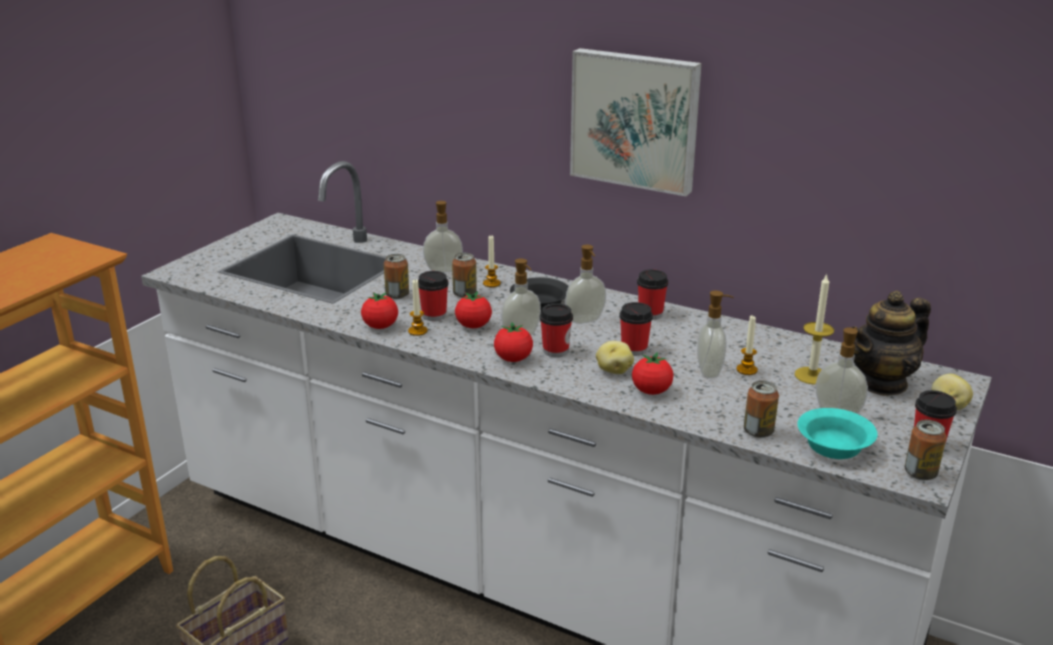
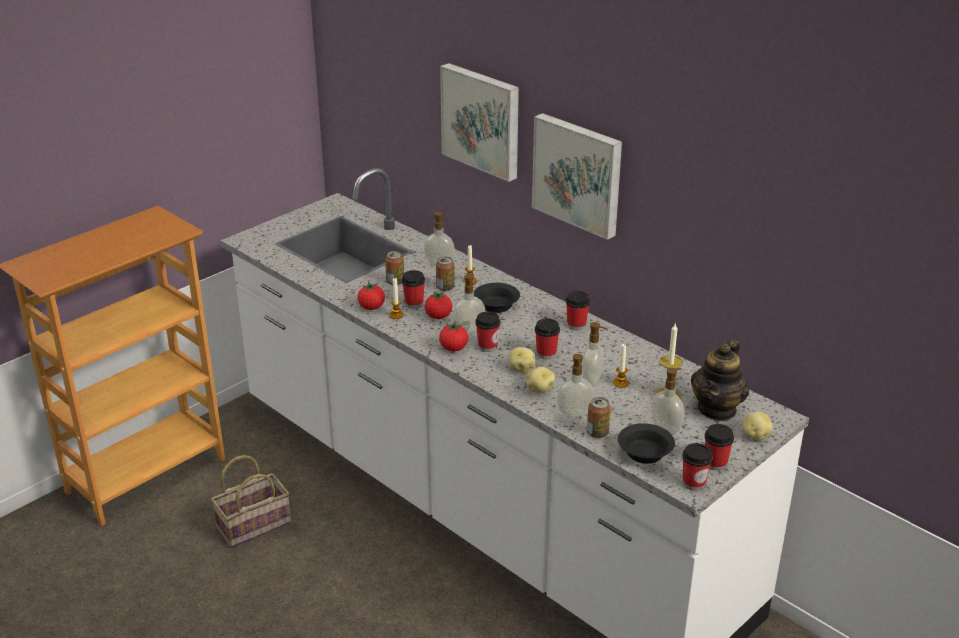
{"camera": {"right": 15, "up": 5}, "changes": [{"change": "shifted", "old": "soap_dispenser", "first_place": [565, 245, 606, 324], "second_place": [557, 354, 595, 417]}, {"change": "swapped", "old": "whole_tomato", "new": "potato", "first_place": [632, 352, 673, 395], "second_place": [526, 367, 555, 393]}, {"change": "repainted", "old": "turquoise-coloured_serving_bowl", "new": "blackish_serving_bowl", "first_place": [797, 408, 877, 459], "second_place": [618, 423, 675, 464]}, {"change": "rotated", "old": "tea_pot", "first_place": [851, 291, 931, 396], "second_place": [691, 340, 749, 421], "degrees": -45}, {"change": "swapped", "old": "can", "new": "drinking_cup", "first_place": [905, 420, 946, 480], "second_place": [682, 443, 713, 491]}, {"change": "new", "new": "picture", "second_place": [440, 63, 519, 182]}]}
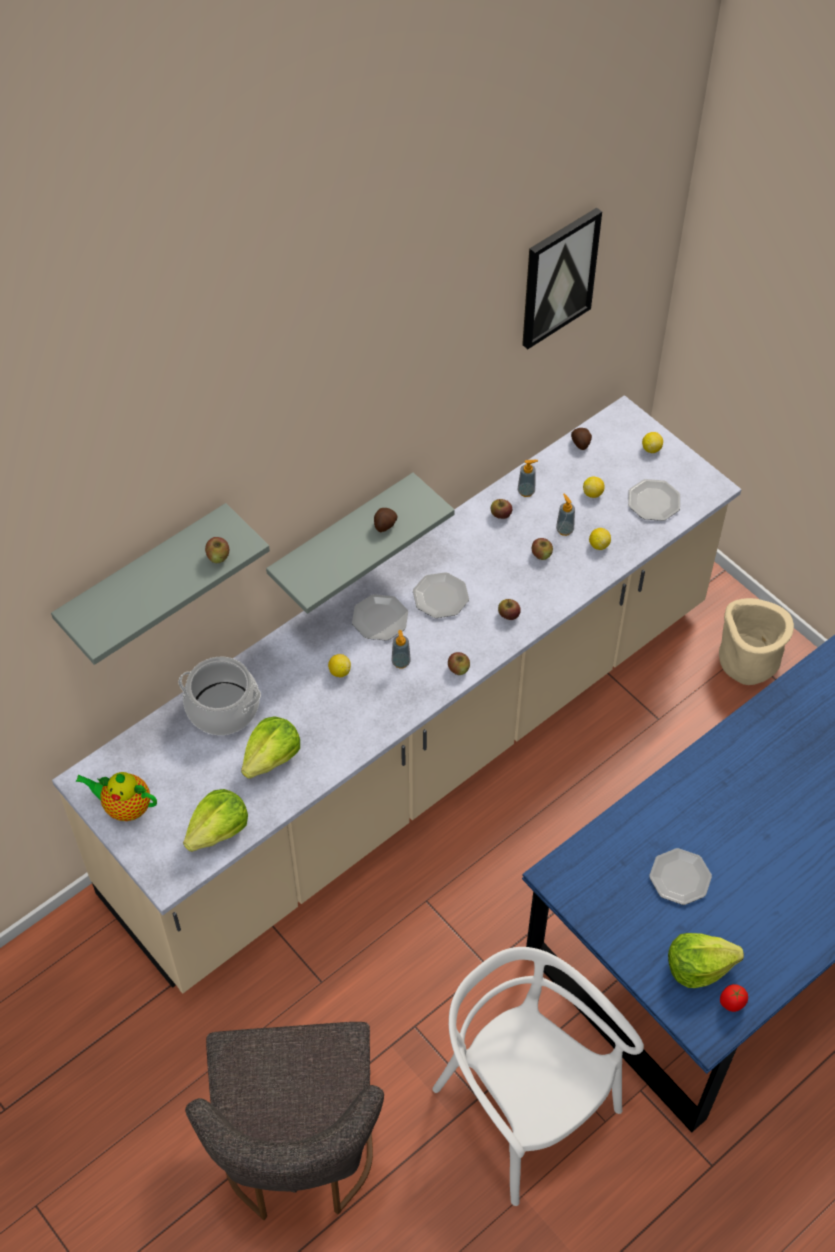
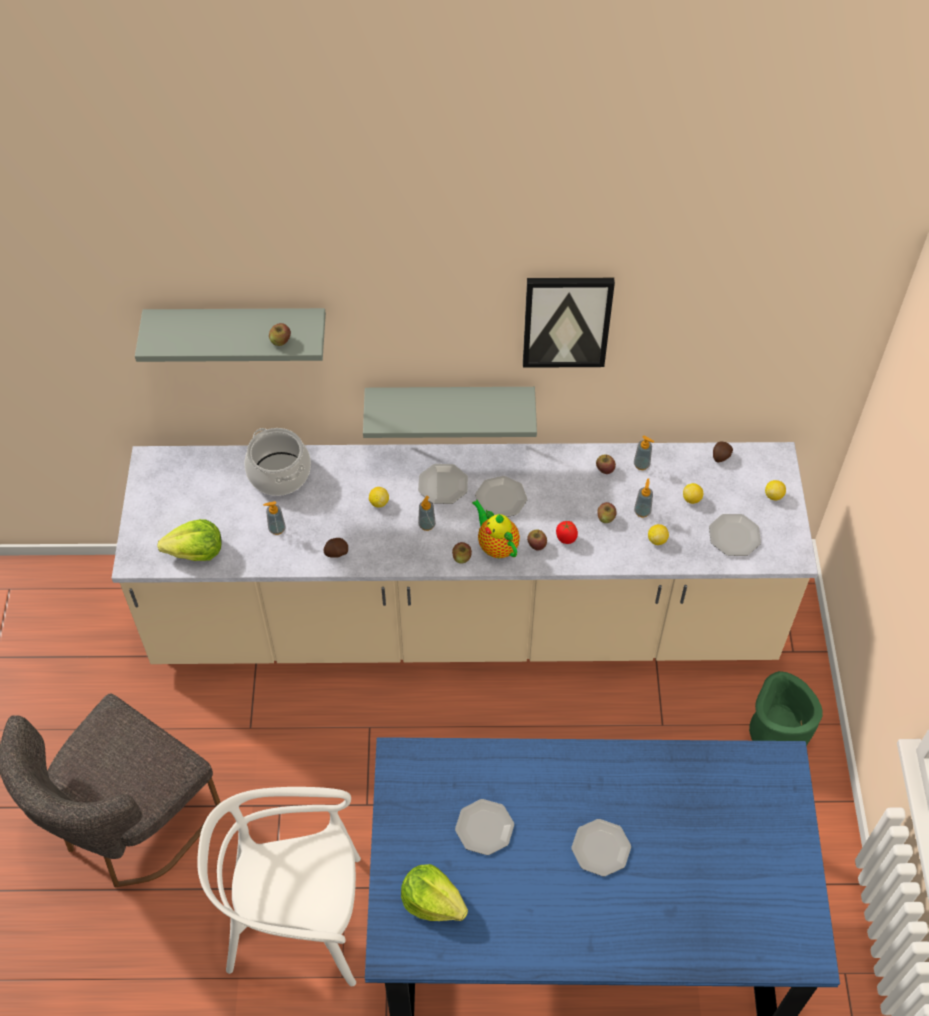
{"camera": {"right": 40, "up": 0}, "changes": [{"change": "shifted", "old": "tea_pot", "first_place": [75, 772, 157, 821], "second_place": [472, 500, 520, 558]}, {"change": "swapped", "old": "lettuce_head", "new": "soap_dispenser", "first_place": [241, 716, 300, 779], "second_place": [263, 501, 286, 535]}, {"change": "shifted", "old": "potato", "first_place": [374, 508, 398, 532], "second_place": [323, 538, 348, 558]}, {"change": "rotated", "old": "white_chair", "first_place": [433, 947, 644, 1206], "second_place": [197, 787, 361, 986], "degrees": -90}, {"change": "shifted", "old": "picture", "first_place": [522, 207, 602, 349], "second_place": [523, 278, 615, 368]}, {"change": "repainted", "old": "beige-coloured_planter", "new": "green_planter", "first_place": [719, 598, 794, 685], "second_place": [749, 671, 823, 746]}, {"change": "shifted", "old": "whole_tomato", "first_place": [720, 984, 748, 1012], "second_place": [556, 521, 578, 544]}, {"change": "new", "new": "plate", "second_place": [571, 819, 631, 876]}]}
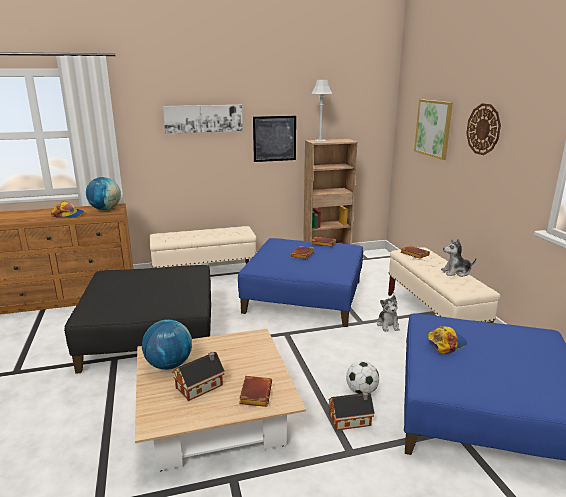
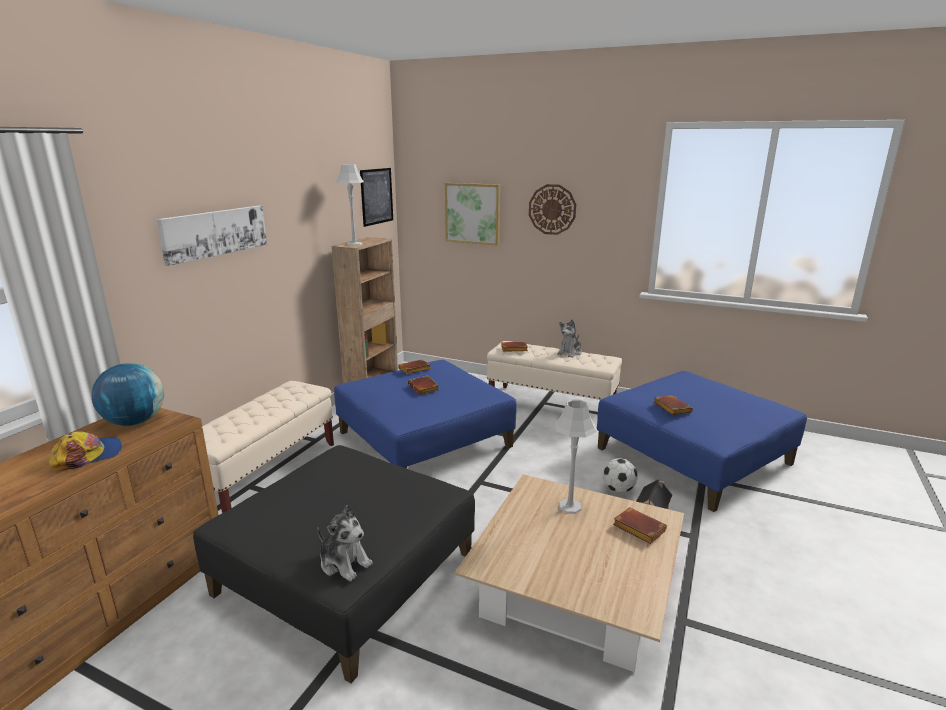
{"camera": {"right": -50, "up": 0}, "changes": [{"change": "gone", "old": "world_globe", "first_place": [142, 320, 192, 370]}, {"change": "gone", "old": "model_house", "first_place": [173, 352, 225, 401]}, {"change": "shifted", "old": "picture", "first_place": [253, 116, 296, 162], "second_place": [360, 168, 393, 227]}, {"change": "shifted", "old": "cuddly_toy", "first_place": [377, 295, 400, 332], "second_place": [317, 505, 373, 581]}, {"change": "swapped", "old": "baseball_cap", "new": "brown_book", "first_place": [428, 326, 467, 354], "second_place": [654, 395, 693, 415]}, {"change": "new", "new": "gray_lamp_for_a_table", "second_place": [555, 399, 597, 514]}]}
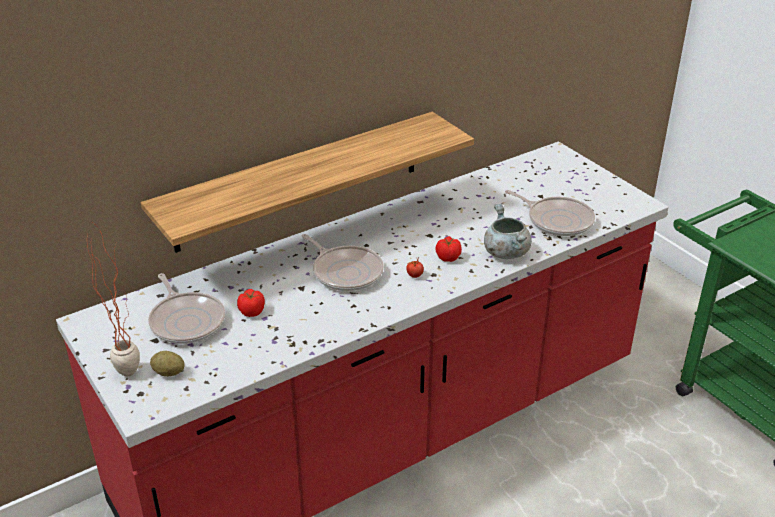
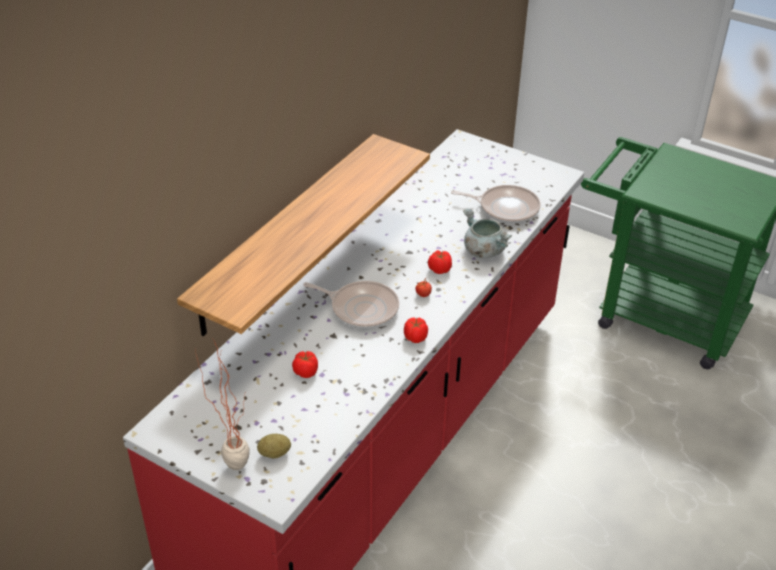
{"camera": {"right": -25, "up": 5}, "changes": [{"change": "gone", "old": "skillet", "first_place": [148, 273, 225, 344]}, {"change": "new", "new": "whole_tomato", "second_place": [404, 317, 428, 343]}]}
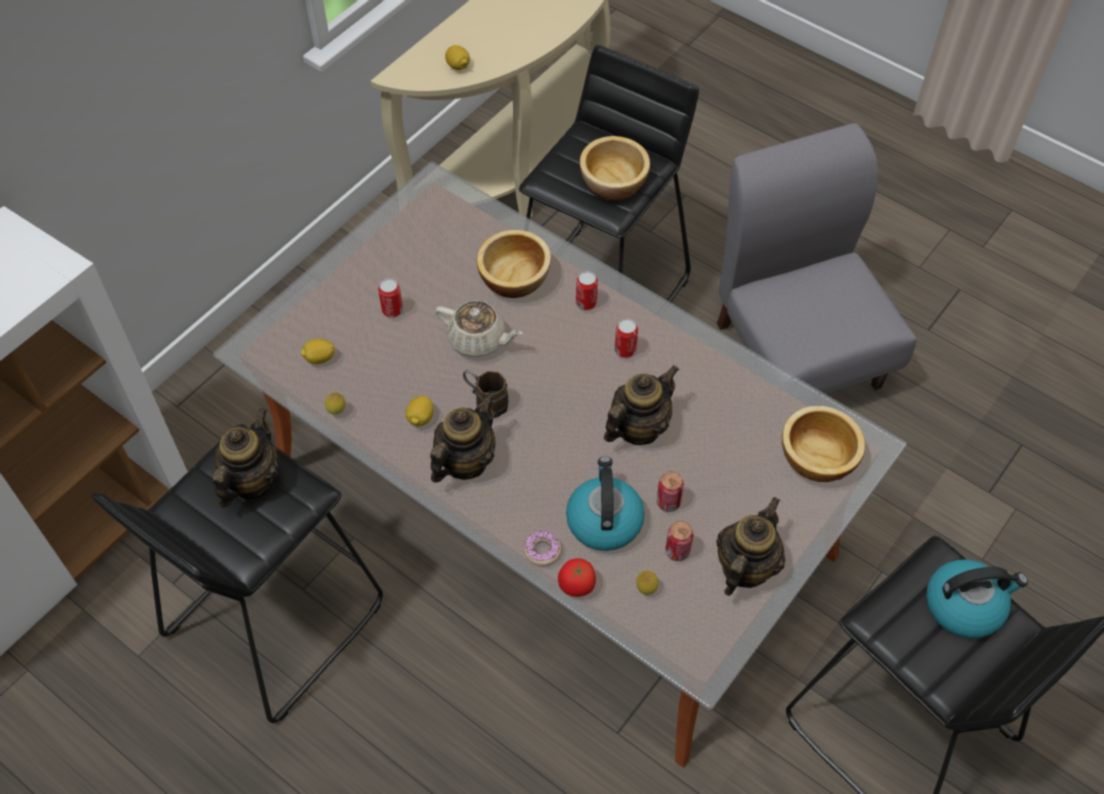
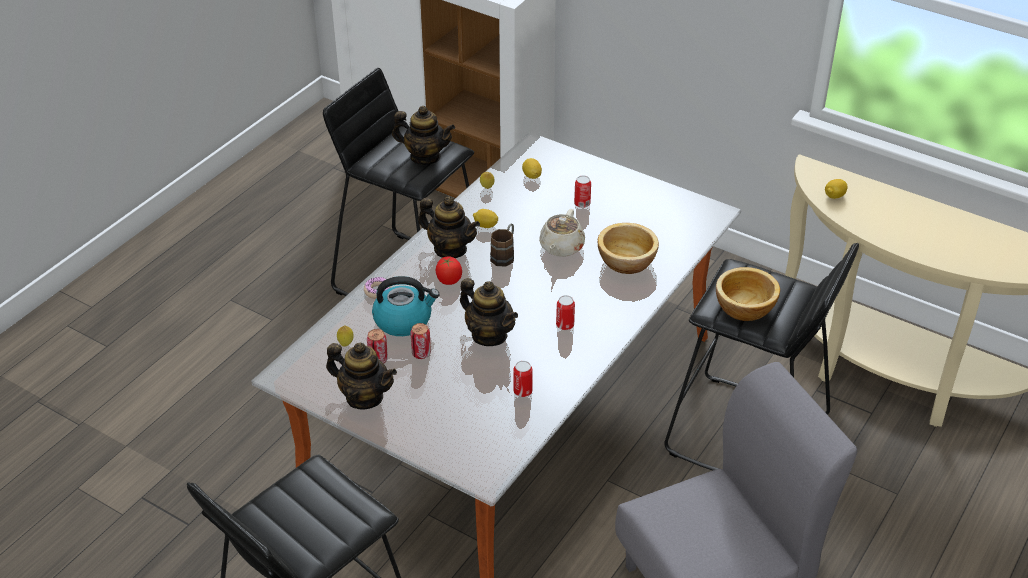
{"camera": {"right": 85, "up": -15}, "changes": [{"change": "shifted", "old": "whole_tomato", "first_place": [558, 558, 596, 597], "second_place": [436, 256, 462, 285]}, {"change": "shifted", "old": "can", "first_place": [576, 271, 598, 310], "second_place": [513, 361, 533, 397]}, {"change": "gone", "old": "serving_bowl", "first_place": [782, 406, 865, 482]}, {"change": "gone", "old": "kettle", "first_place": [926, 559, 1028, 638]}]}
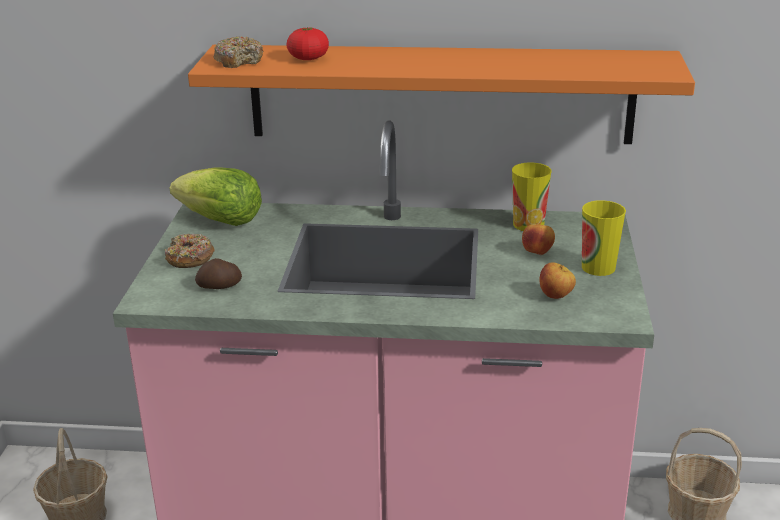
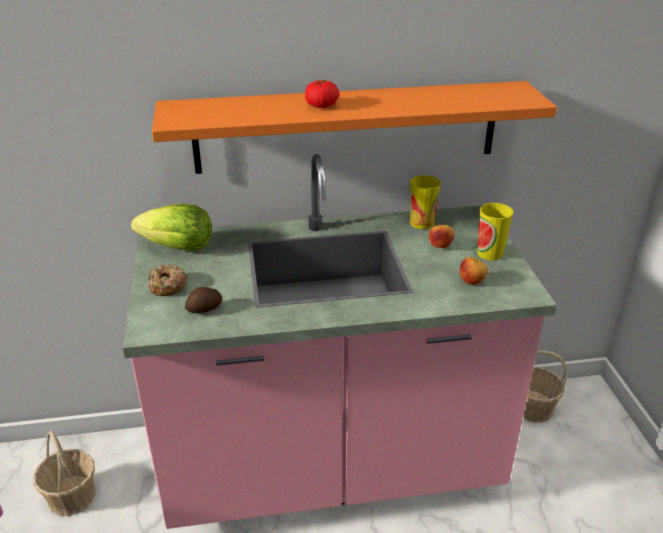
{"camera": {"right": -15, "up": 5}, "changes": [{"change": "gone", "old": "donut", "first_place": [213, 37, 264, 68]}, {"change": "shifted", "old": "whole_tomato", "first_place": [286, 26, 329, 60], "second_place": [305, 80, 339, 108]}]}
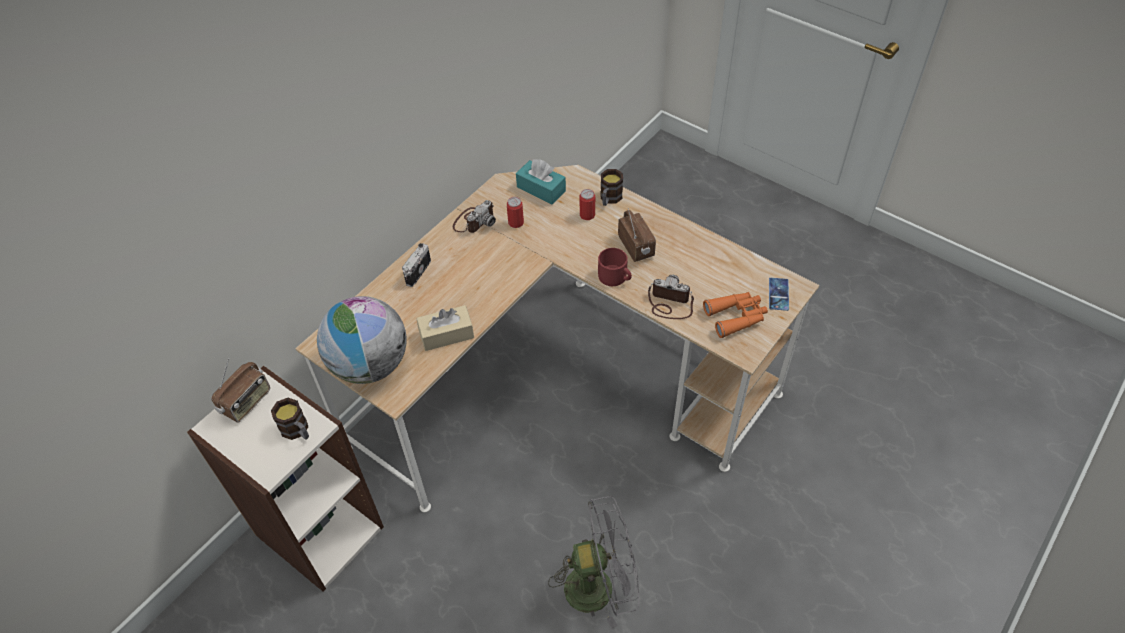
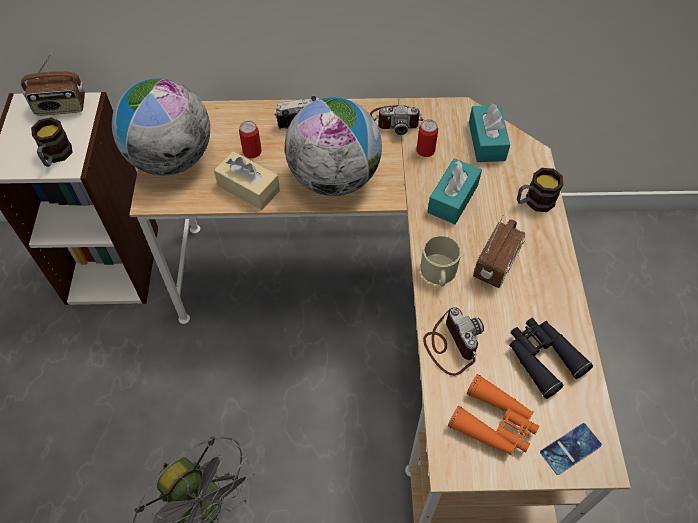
{"camera": {"right": 50, "up": 5}, "changes": [{"change": "shifted", "old": "can", "first_place": [580, 189, 595, 220], "second_place": [239, 121, 262, 158]}, {"change": "repainted", "old": "red_mug", "new": "beige-coloured_mug", "first_place": [598, 248, 632, 286], "second_place": [421, 235, 461, 286]}, {"change": "new", "new": "world_globe", "second_place": [285, 97, 382, 196]}, {"change": "new", "new": "turquoise-coloured_tissue_holder", "second_place": [427, 158, 482, 224]}, {"change": "new", "new": "blackish_binoculars", "second_place": [509, 318, 593, 399]}]}
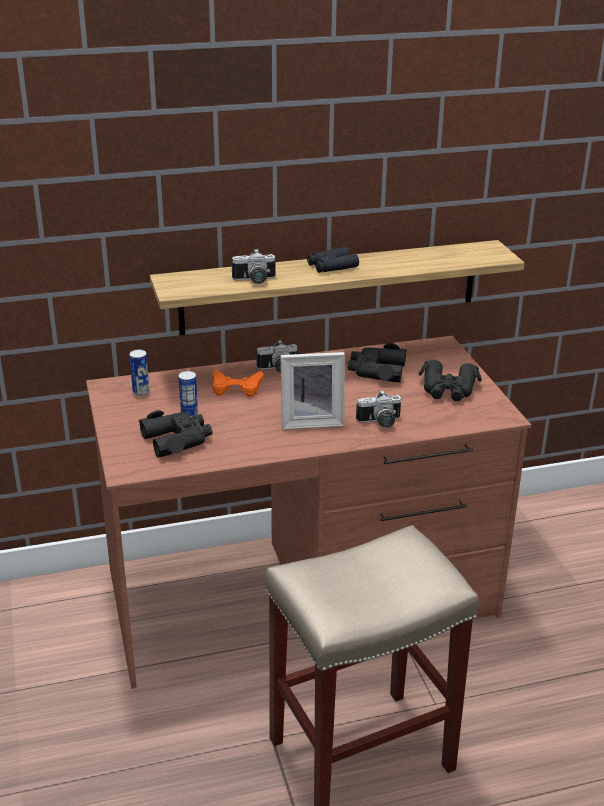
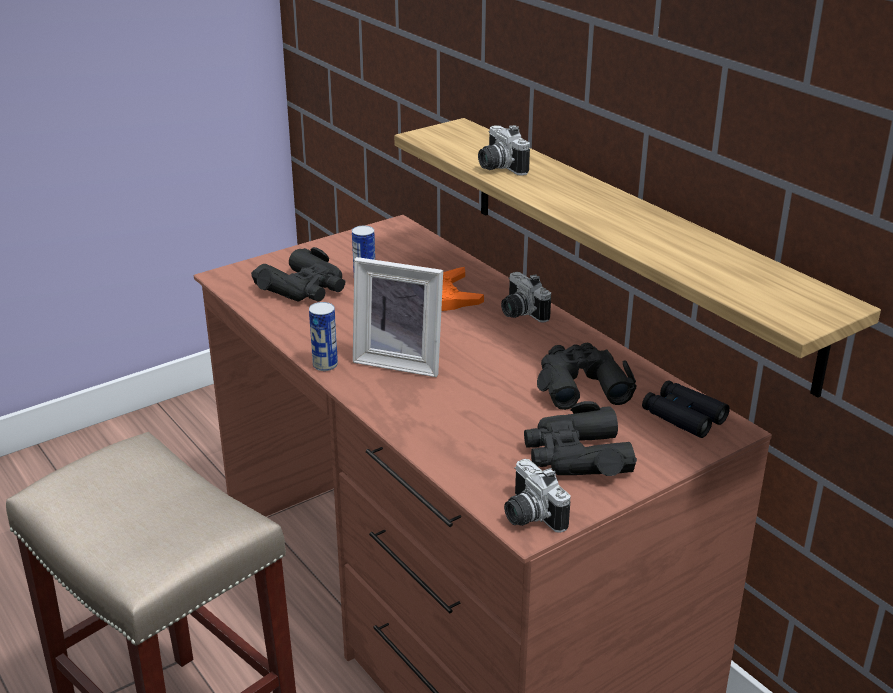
{"camera": {"right": 70, "up": 0}, "changes": [{"change": "shifted", "old": "can", "first_place": [129, 349, 149, 396], "second_place": [309, 302, 338, 371]}, {"change": "rotated", "old": "standing_frame", "first_place": [281, 352, 345, 429], "second_place": [353, 257, 443, 377], "degrees": -45}, {"change": "shifted", "old": "blackish_binoculars", "first_place": [307, 247, 359, 273], "second_place": [642, 380, 730, 438]}, {"change": "shifted", "old": "still_camera", "first_place": [356, 391, 401, 428], "second_place": [504, 459, 571, 533]}]}
